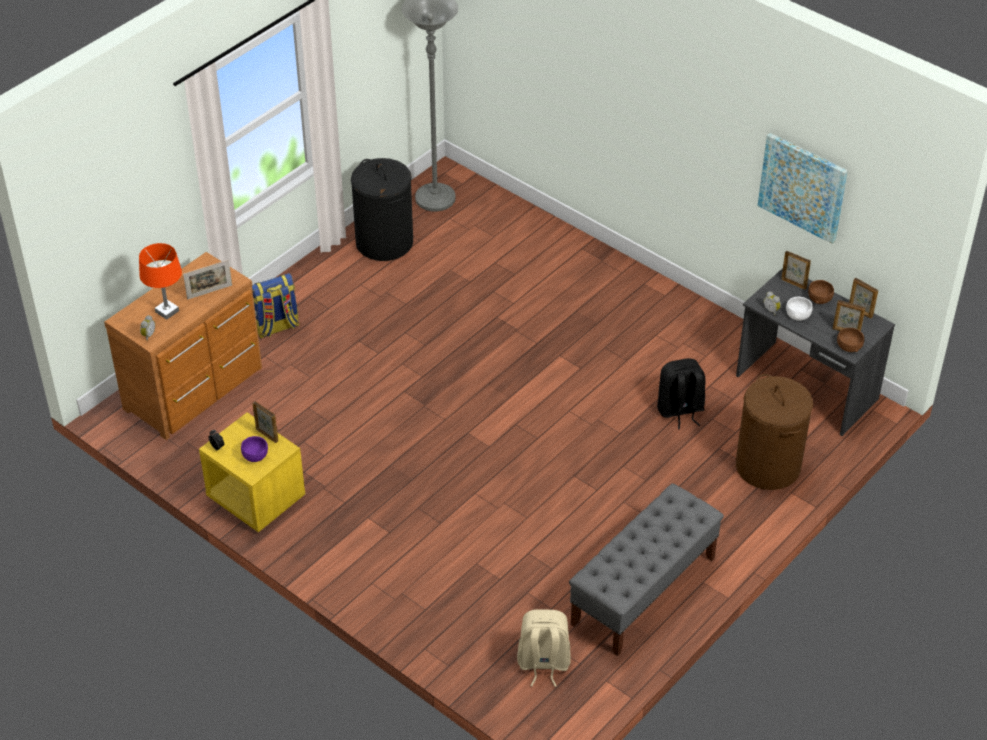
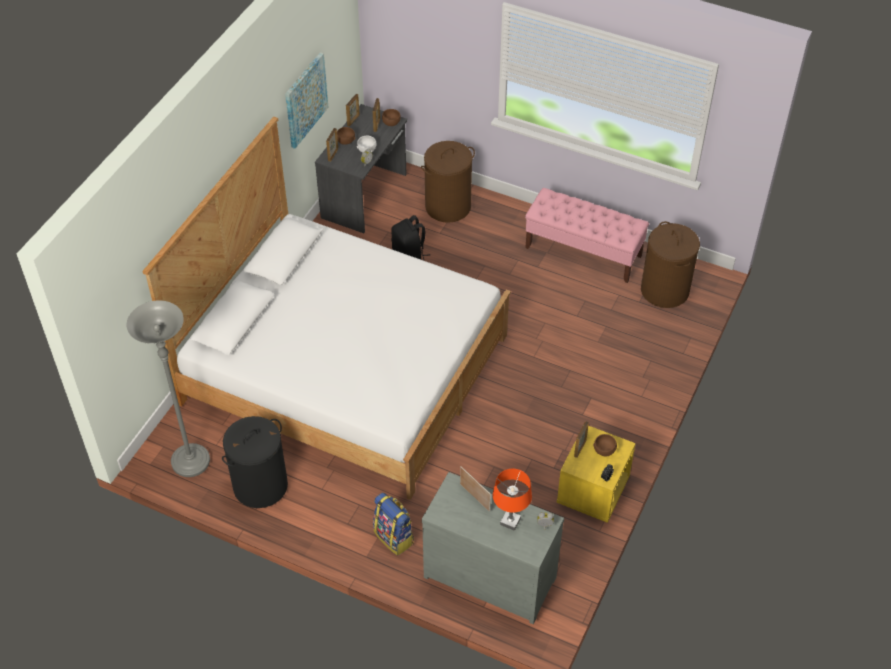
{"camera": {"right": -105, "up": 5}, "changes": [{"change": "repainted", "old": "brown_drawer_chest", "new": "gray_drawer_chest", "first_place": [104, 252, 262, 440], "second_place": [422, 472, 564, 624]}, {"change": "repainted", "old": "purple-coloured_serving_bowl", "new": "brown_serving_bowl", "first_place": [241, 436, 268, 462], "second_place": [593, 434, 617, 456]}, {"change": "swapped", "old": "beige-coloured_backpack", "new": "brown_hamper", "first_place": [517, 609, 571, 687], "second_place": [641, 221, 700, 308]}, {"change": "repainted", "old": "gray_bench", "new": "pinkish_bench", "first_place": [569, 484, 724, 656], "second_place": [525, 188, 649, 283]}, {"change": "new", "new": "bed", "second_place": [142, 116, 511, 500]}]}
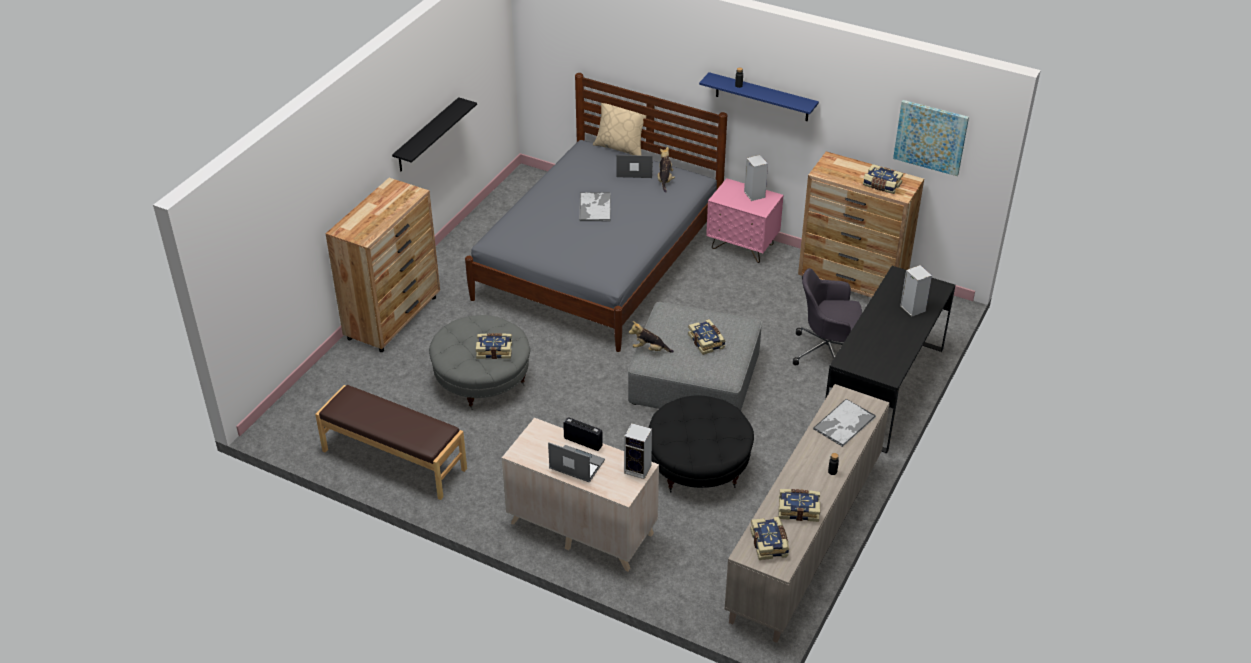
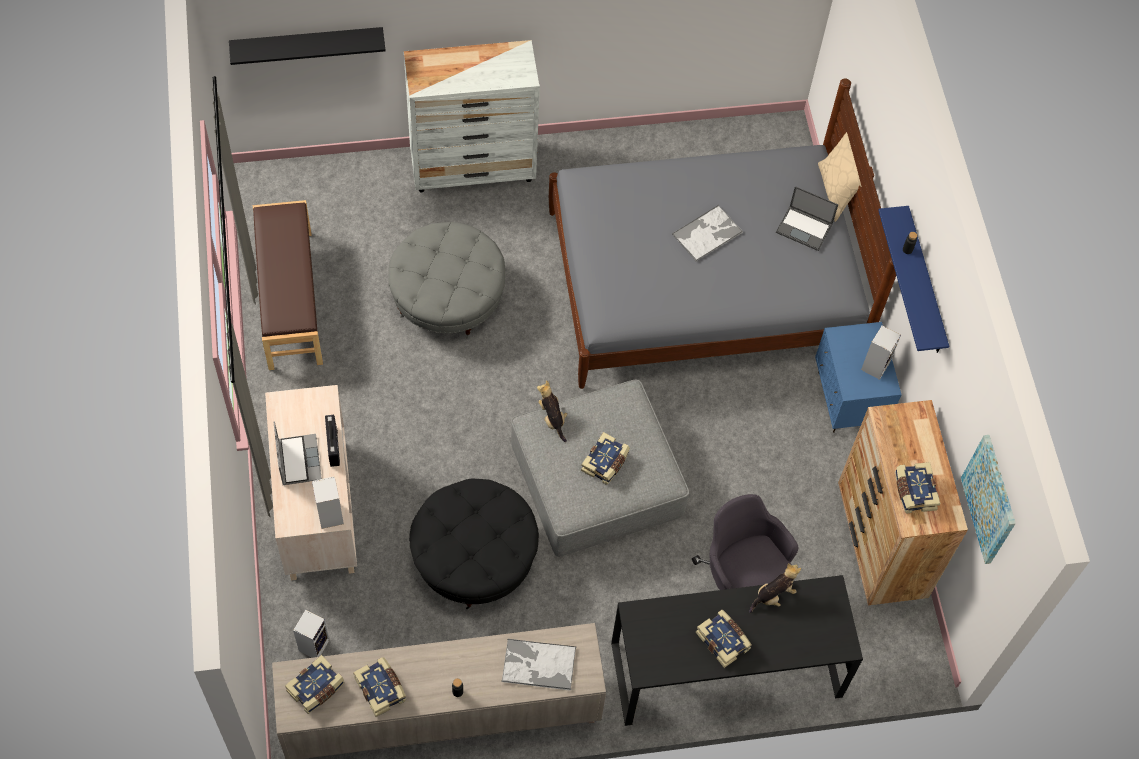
{"camera": {"right": 50, "up": 20}, "changes": [{"change": "repainted", "old": "brown_drawer_chest", "new": "white_drawer_chest", "first_place": [326, 178, 440, 352], "second_place": [404, 40, 540, 192]}, {"change": "shifted", "old": "blackish_shelf", "first_place": [392, 97, 477, 171], "second_place": [229, 27, 386, 65]}, {"change": "shifted", "old": "book", "first_place": [476, 333, 512, 359], "second_place": [696, 610, 752, 668]}, {"change": "rotated", "old": "notebook_computer", "first_place": [616, 155, 653, 178], "second_place": [776, 186, 838, 251], "degrees": 150}, {"change": "shifted", "old": "cuddly_toy", "first_place": [657, 147, 675, 193], "second_place": [749, 563, 801, 613]}, {"change": "repainted", "old": "pinkish_bedside_table", "new": "blue-coloured_bedside_table", "first_place": [706, 178, 784, 263], "second_place": [815, 322, 902, 433]}, {"change": "shifted", "old": "speaker", "first_place": [900, 265, 932, 317], "second_place": [293, 610, 330, 658]}]}
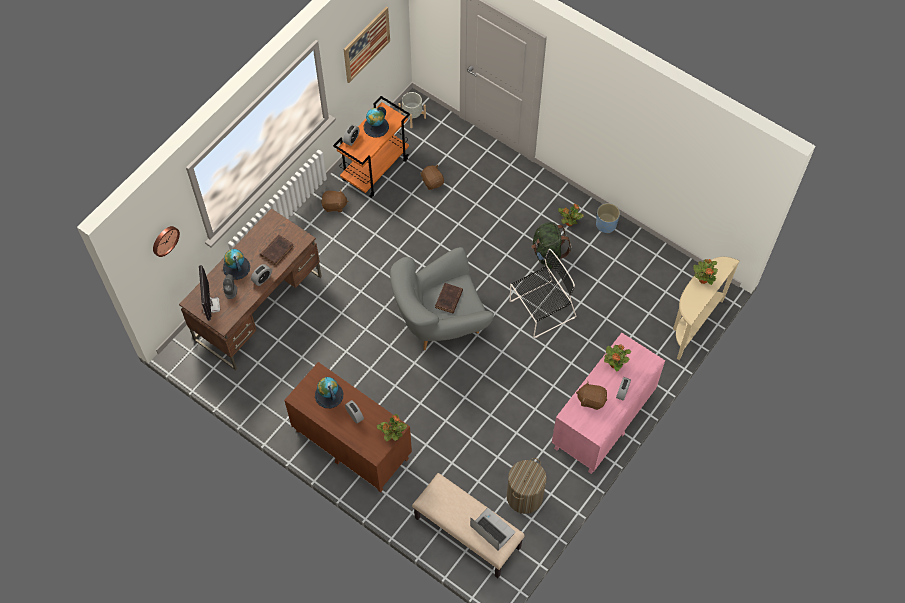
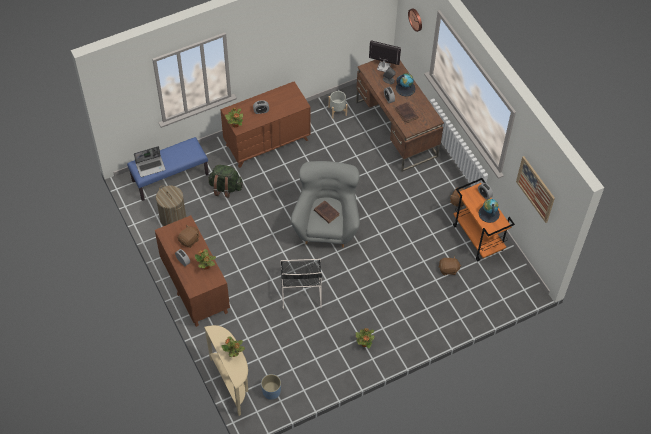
{"camera": {"right": 115, "up": -5}, "changes": [{"change": "gone", "old": "world_globe", "first_place": [315, 377, 344, 408]}, {"change": "shifted", "old": "gray_planter", "first_place": [398, 92, 426, 128], "second_place": [328, 91, 347, 118]}, {"change": "repainted", "old": "beige-coloured_bench", "new": "blue-coloured_bench", "first_place": [412, 473, 525, 578], "second_place": [127, 137, 209, 201]}, {"change": "shifted", "old": "green_backpack", "first_place": [531, 222, 572, 269], "second_place": [208, 165, 243, 198]}, {"change": "repainted", "old": "pinkish_drawer_chest", "new": "brown_drawer_chest", "first_place": [552, 333, 665, 474], "second_place": [155, 215, 230, 327]}, {"change": "shifted", "old": "blue-coloured_planter", "first_place": [596, 203, 620, 233], "second_place": [261, 374, 281, 400]}]}
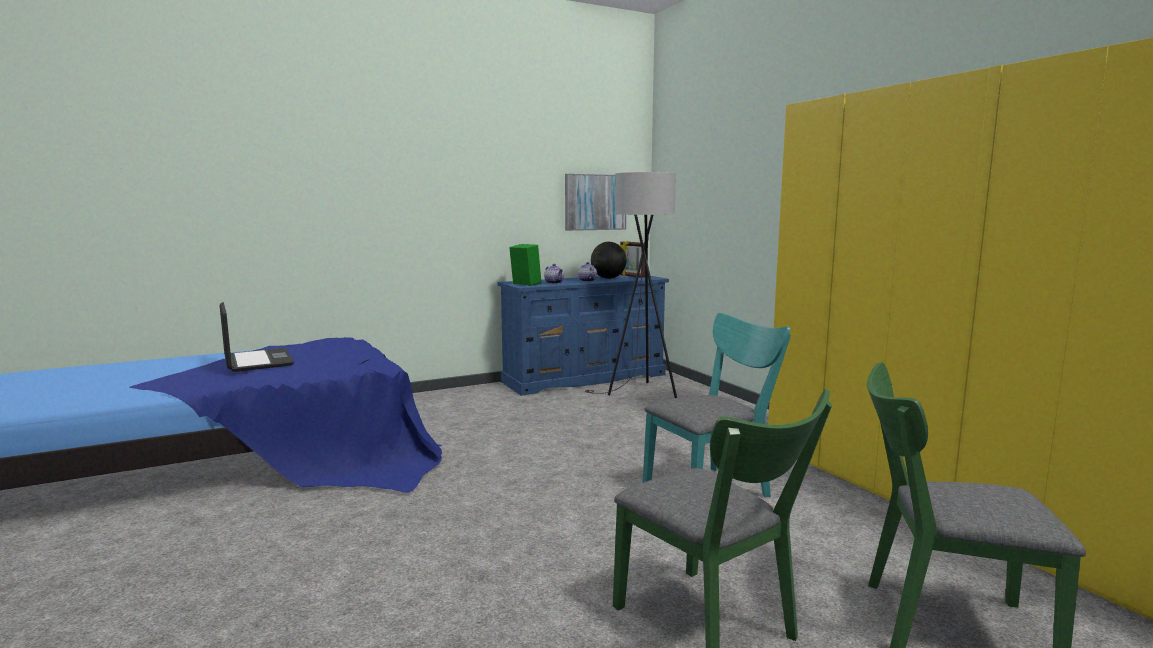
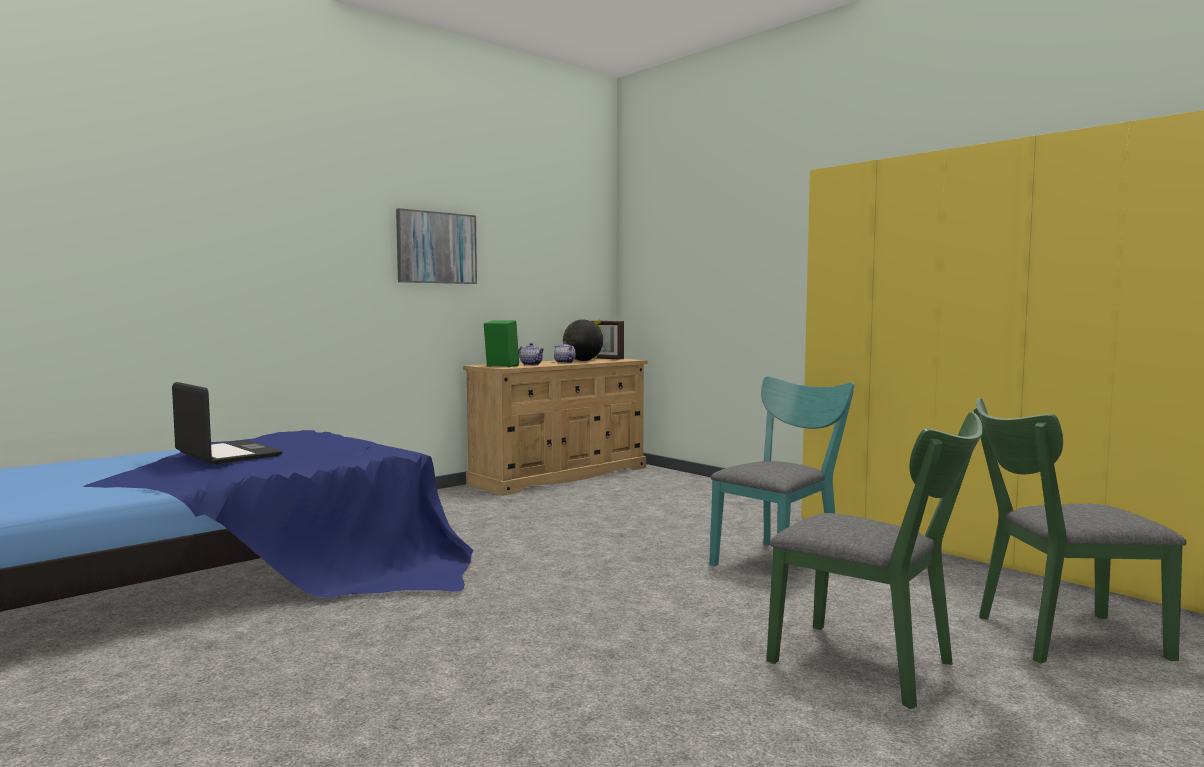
{"camera": {"right": -15, "up": -5}, "changes": [{"change": "repainted", "old": "blue-coloured_drawer_chest", "new": "beige-coloured_drawer_chest", "first_place": [498, 275, 669, 396], "second_place": [463, 358, 648, 496]}, {"change": "shifted", "old": "picture", "first_place": [565, 174, 626, 231], "second_place": [396, 208, 477, 284]}, {"change": "gone", "old": "gray_standard_lamp", "first_place": [585, 172, 677, 398]}]}
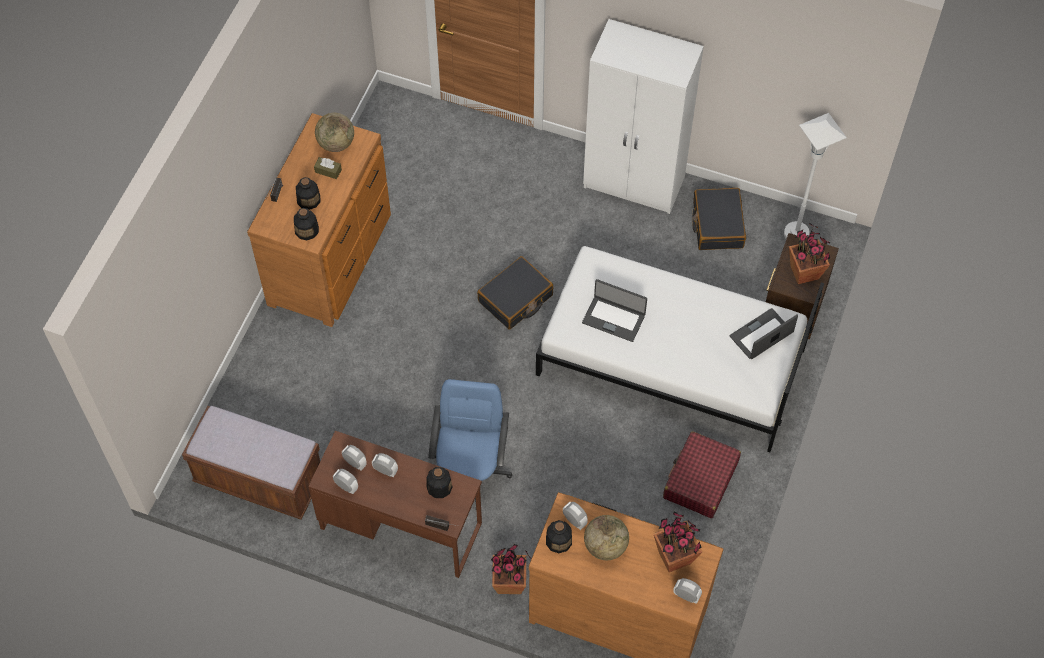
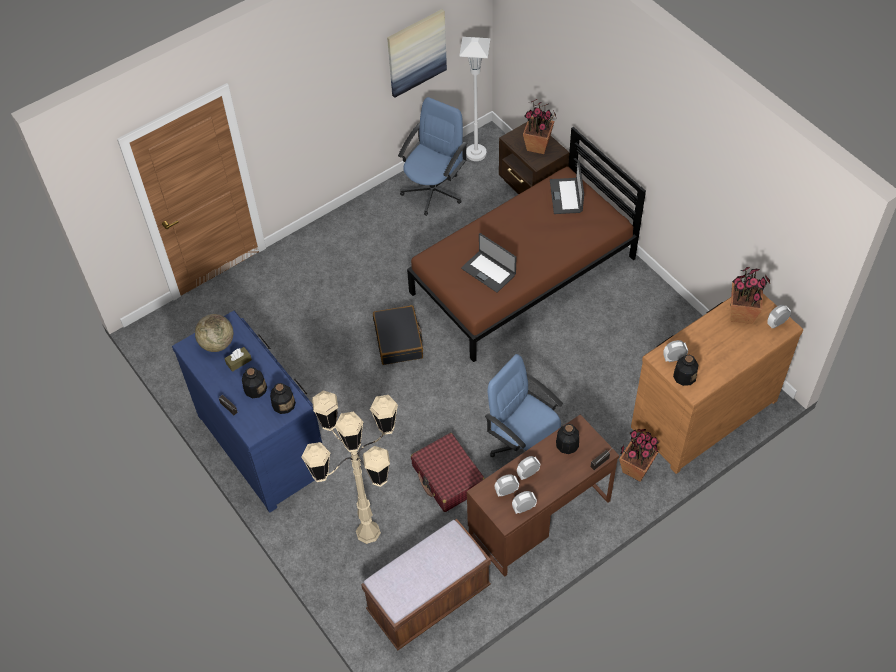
{"camera": {"right": -55, "up": -5}, "changes": [{"change": "repainted", "old": "brown_drawer_chest", "new": "blue-coloured_drawer_chest", "first_place": [247, 113, 391, 327], "second_place": [172, 311, 322, 513]}, {"change": "repainted", "old": "white_bed", "new": "brown_bed", "first_place": [536, 246, 824, 452], "second_place": [407, 127, 646, 362]}, {"change": "rotated", "old": "notebook_computer", "first_place": [582, 279, 647, 342], "second_place": [461, 233, 516, 293], "degrees": 75}, {"change": "gone", "old": "white_armoire", "first_place": [583, 19, 704, 214]}, {"change": "gone", "old": "world_globe", "first_place": [584, 515, 629, 560]}, {"change": "shifted", "old": "red_suitcase", "first_place": [663, 431, 741, 518], "second_place": [411, 433, 485, 512]}, {"change": "swapped", "old": "blackish_suitcase", "new": "blue-coloured_office_chair", "first_place": [692, 188, 746, 250], "second_place": [398, 97, 467, 216]}, {"change": "new", "new": "beige-coloured_standard_lamp", "second_place": [301, 390, 398, 544]}, {"change": "new", "new": "picture", "second_place": [387, 9, 447, 98]}]}
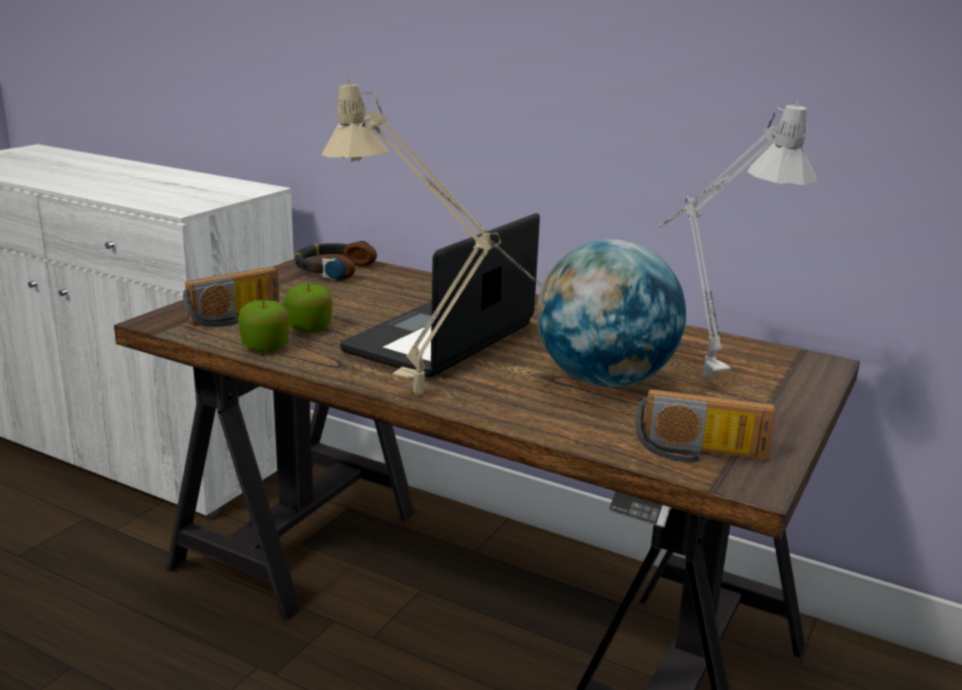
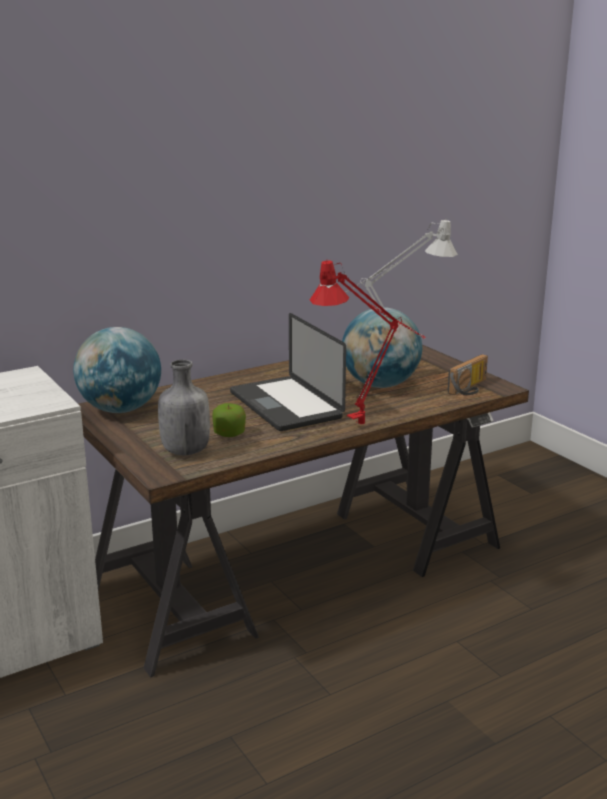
{"camera": {"right": -60, "up": 0}, "changes": [{"change": "swapped", "old": "radio", "new": "gray_beverage_bottle", "first_place": [183, 267, 279, 327], "second_place": [158, 359, 210, 455]}, {"change": "gone", "old": "apple", "first_place": [238, 300, 289, 351]}, {"change": "swapped", "old": "pair_of_headphones", "new": "world_globe", "first_place": [294, 241, 377, 281], "second_place": [73, 327, 161, 413]}, {"change": "repainted", "old": "beige-coloured_lamp_for_a_table", "new": "red_lamp_for_a_table", "first_place": [321, 79, 551, 394], "second_place": [310, 261, 426, 424]}]}
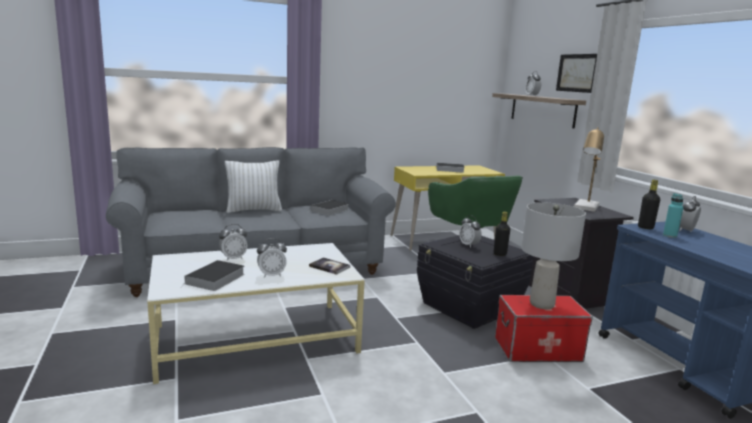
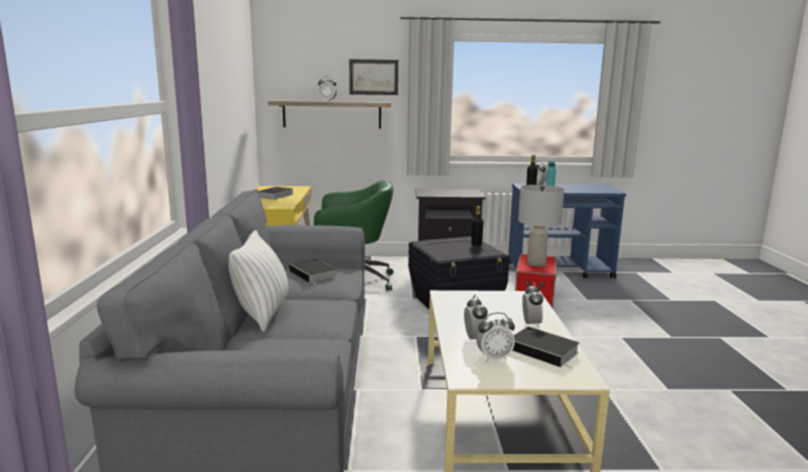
{"camera": {"right": -70, "up": 0}, "changes": [{"change": "gone", "old": "book", "first_place": [309, 257, 350, 275]}, {"change": "shifted", "old": "alarm_clock", "first_place": [459, 215, 482, 248], "second_place": [476, 312, 515, 362]}, {"change": "gone", "old": "lamp_for_a_table", "first_place": [574, 127, 604, 212]}]}
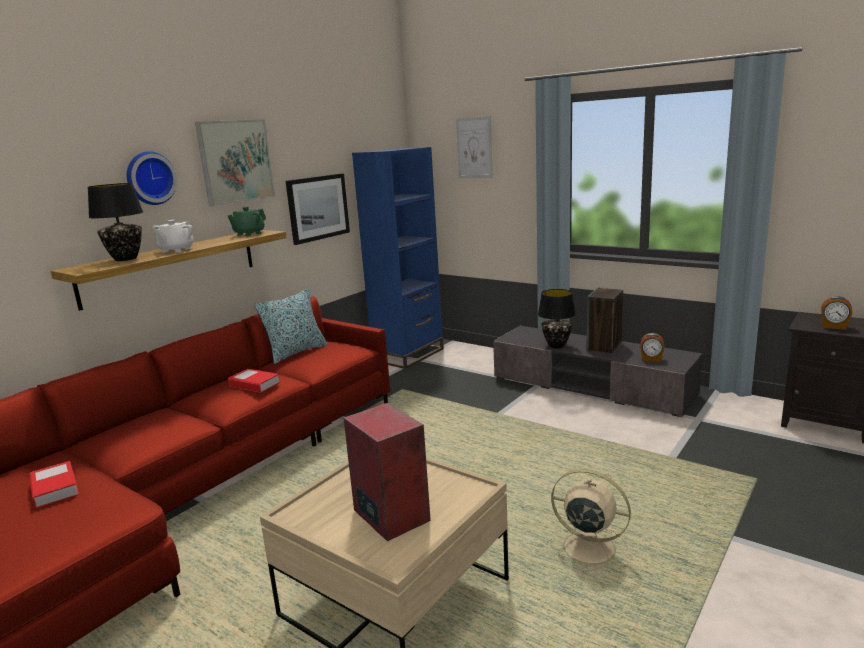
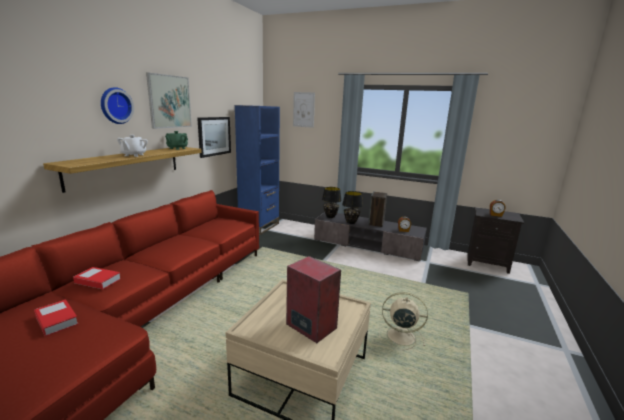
{"camera": {"right": -15, "up": 0}, "changes": [{"change": "shifted", "old": "blackish_lamp_for_a_table", "first_place": [88, 183, 143, 261], "second_place": [322, 187, 342, 218]}, {"change": "shifted", "old": "book", "first_place": [228, 369, 280, 393], "second_place": [73, 267, 121, 289]}, {"change": "gone", "old": "throw_pillow", "first_place": [254, 289, 327, 364]}]}
